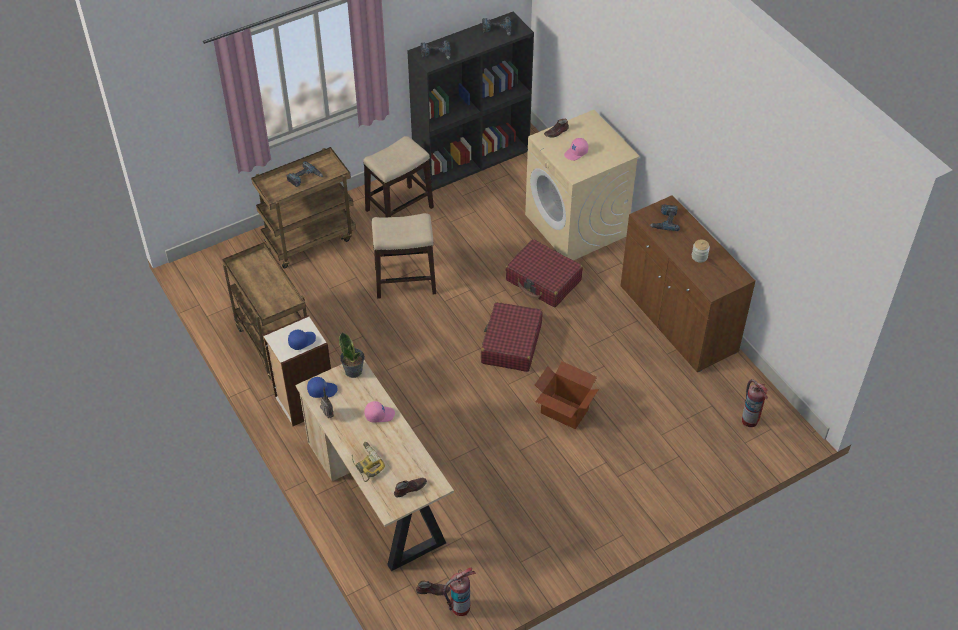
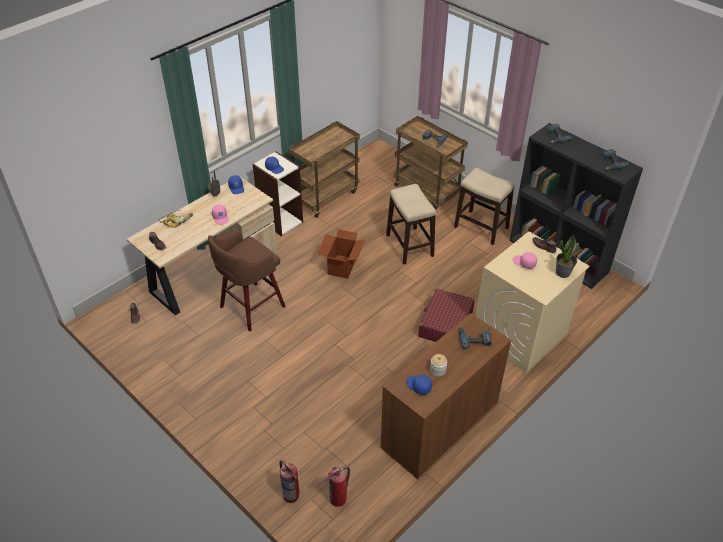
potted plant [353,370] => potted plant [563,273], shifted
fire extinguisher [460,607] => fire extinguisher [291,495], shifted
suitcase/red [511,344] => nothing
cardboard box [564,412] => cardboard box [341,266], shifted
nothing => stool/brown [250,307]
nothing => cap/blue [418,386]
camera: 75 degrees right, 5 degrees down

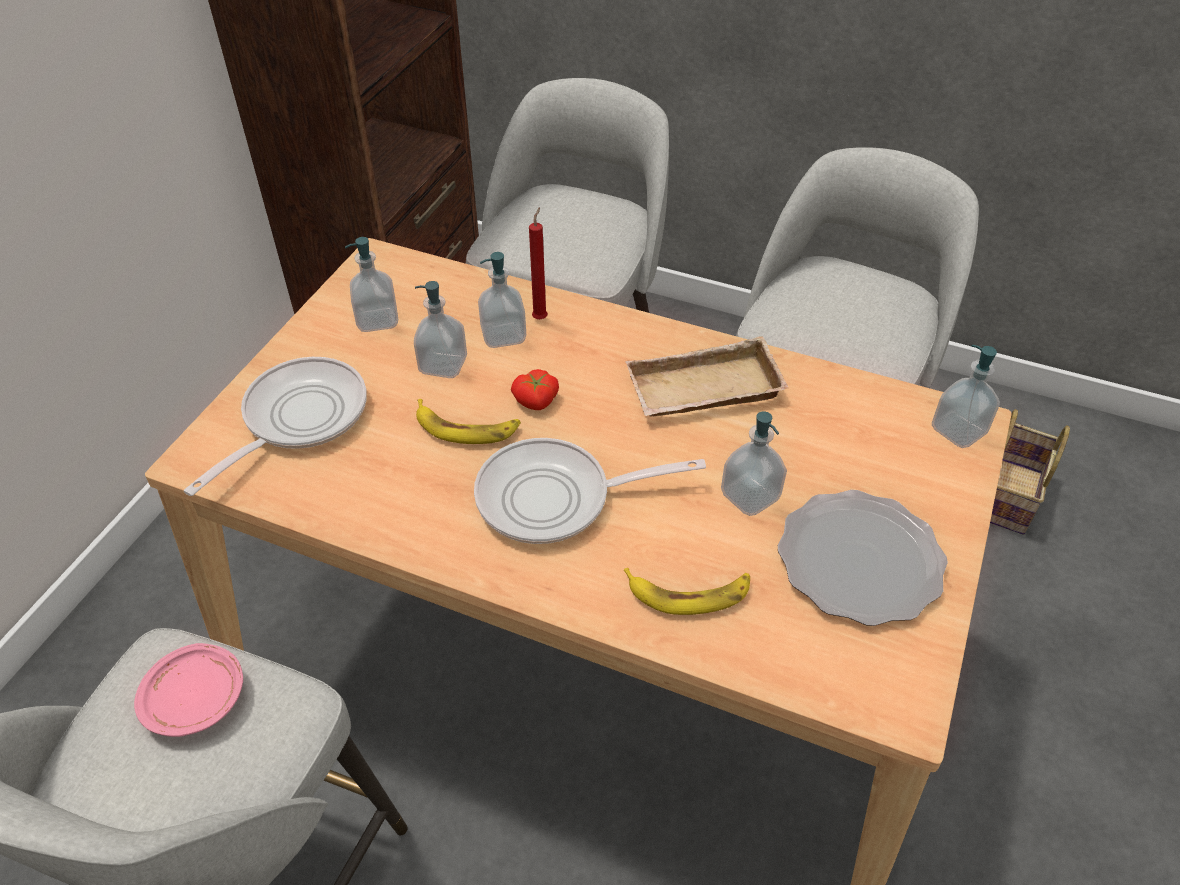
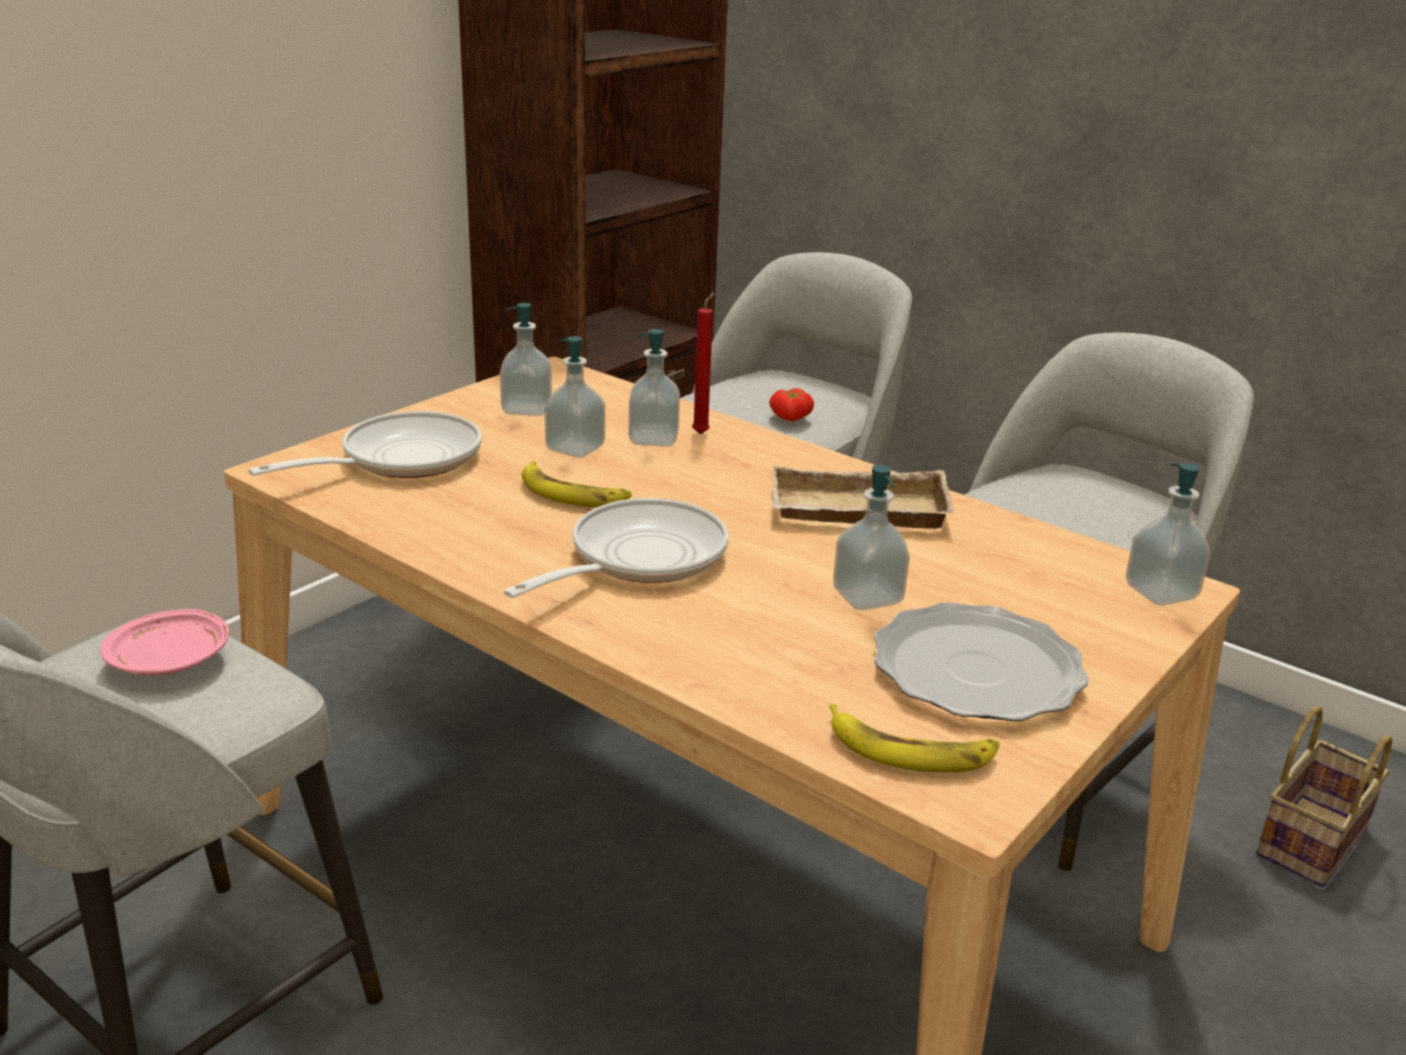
frying pan [555,498] => frying pan [638,559], 120 degrees clockwise
tomato [536,401] => tomato [790,418], shifted
banana [689,593] => banana [910,750], shifted
camera: 15 degrees right, 20 degrees down

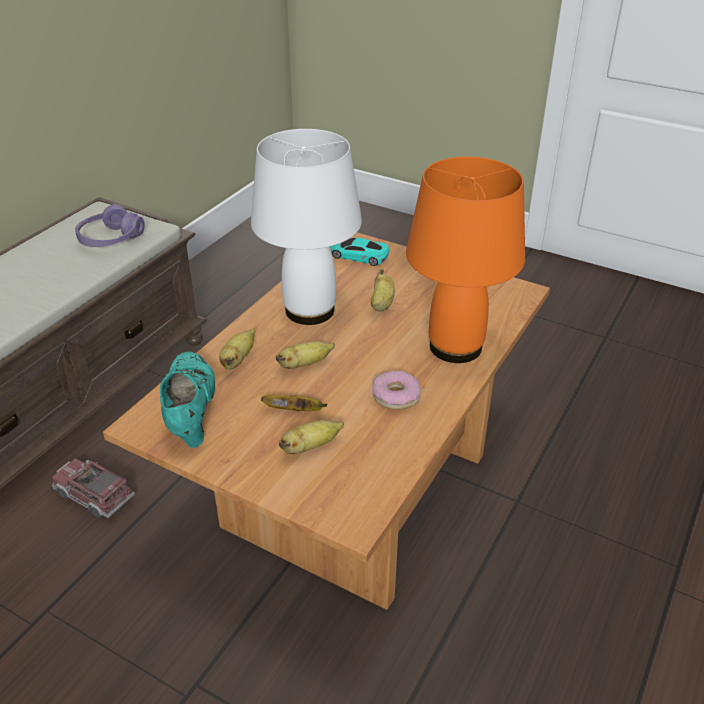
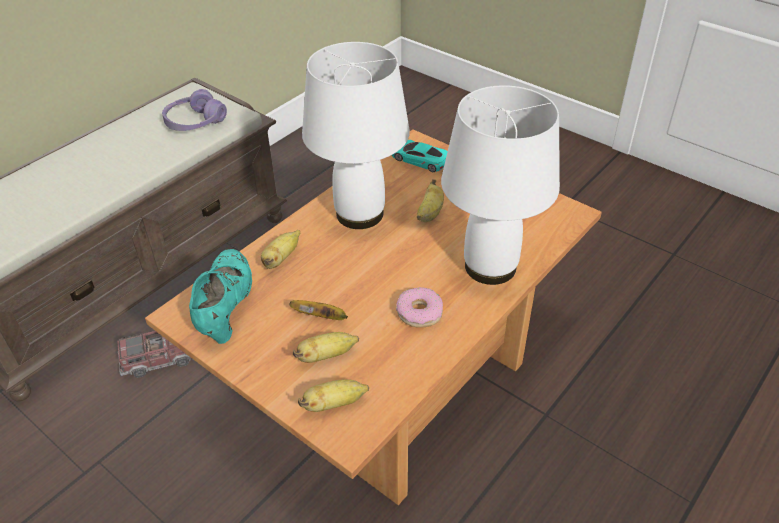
toy truck [94,496] => toy truck [158,359], 120 degrees clockwise
banana [304,364] => banana [334,404], shifted
table lamp/orange [456,348] => table lamp/white [490,268]
camera: 10 degrees right, 5 degrees up

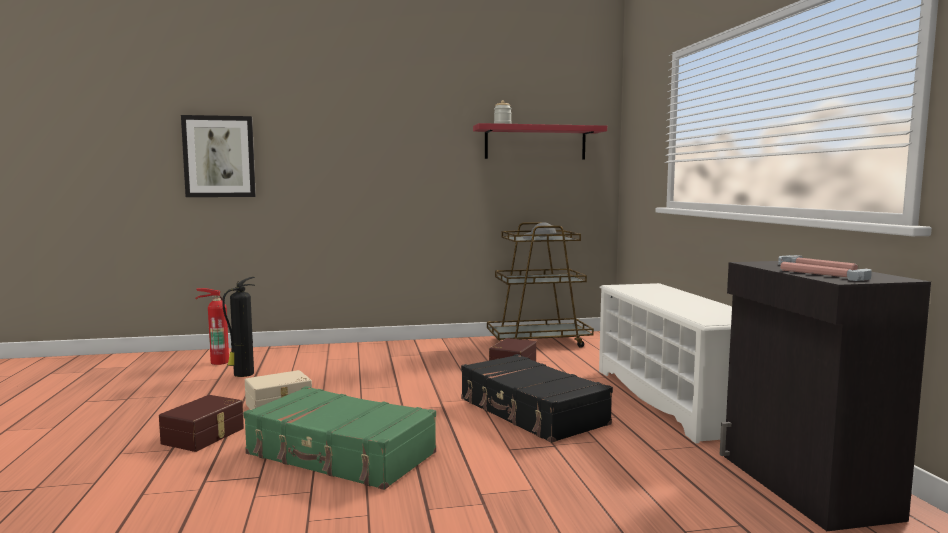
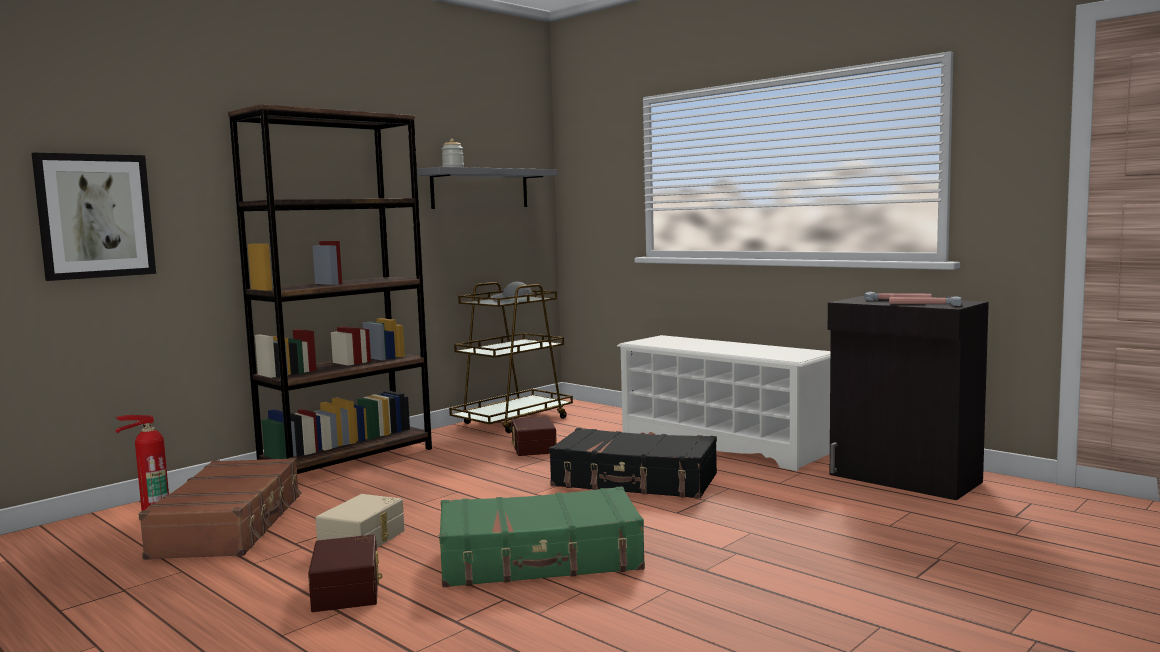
fire extinguisher [242,374] => suitcase/brown [230,526]
shelf/red [535,143] => shelf/grey [480,189]
nothing => bookcase/brown [348,460]
camera: 35 degrees left, 0 degrees up

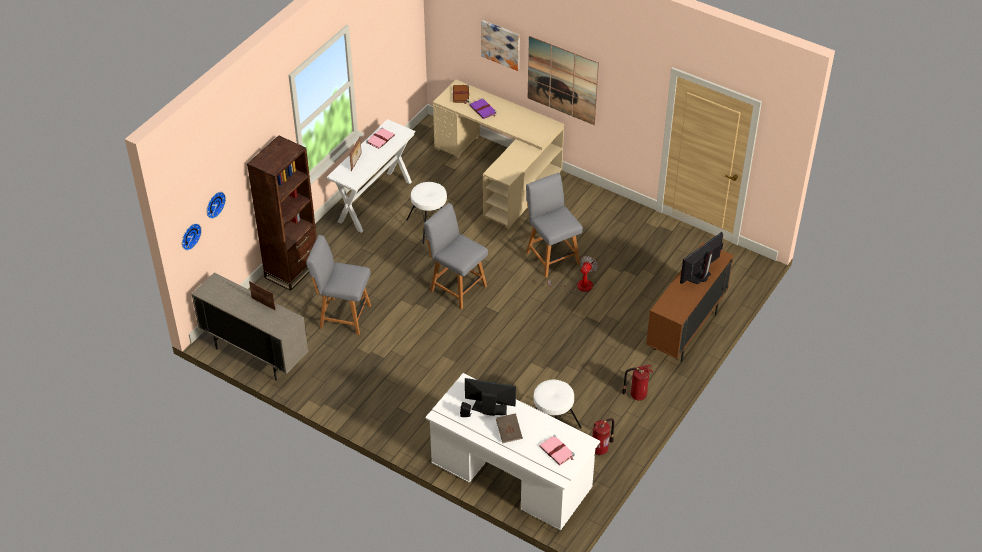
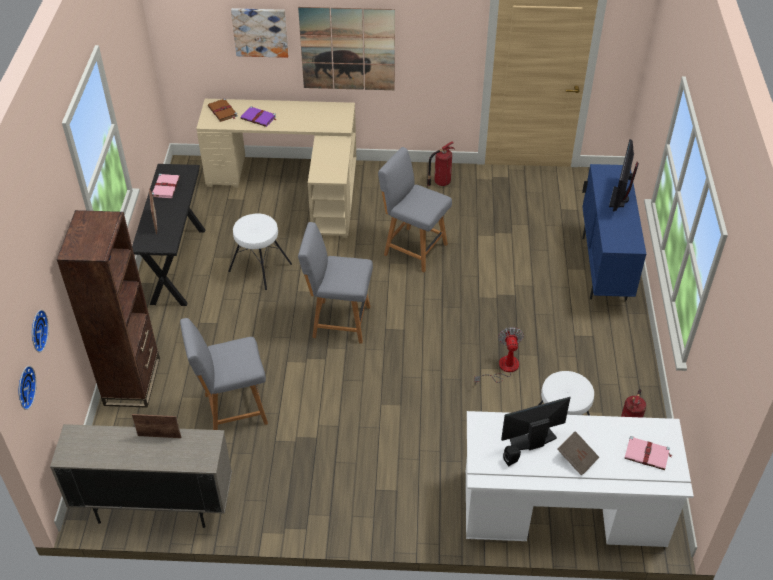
console table/white [375,201] => console table/black [178,265]
fan [578,286] => fan [503,368], shifted
fire extinguisher [637,395] => fire extinguisher [441,182], shifted
cabinet/brown [685,332] => cabinet/blue [603,268]
camera: 30 degrees left, 0 degrees up

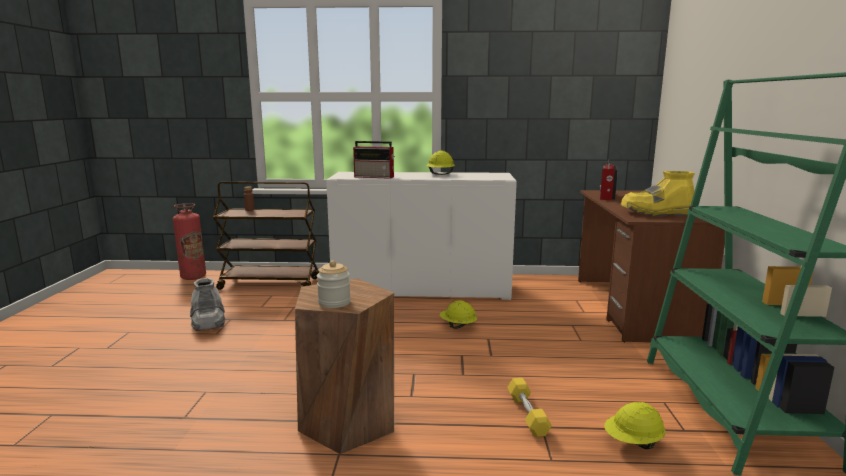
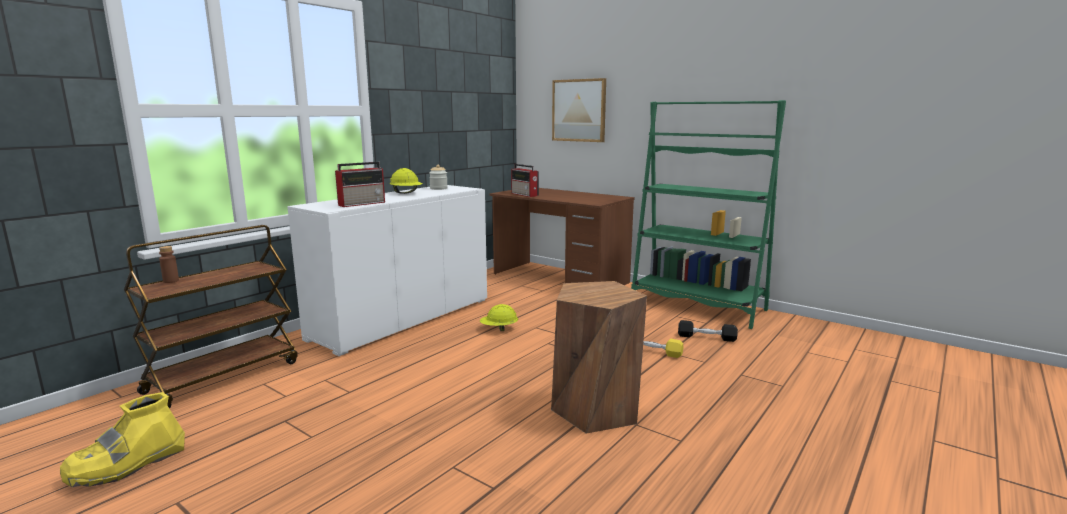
fire extinguisher [193,277] => nothing
boot/grey [208,322] => nothing
jar [334,302] => jar [438,188], shifted
hard hat/yellow [633,442] => dumbbell/black [706,337]
boot/yellow [657,213] => boot/yellow [127,465], shifted
nothing => picture [579,110]
camera: 55 degrees left, 0 degrees up

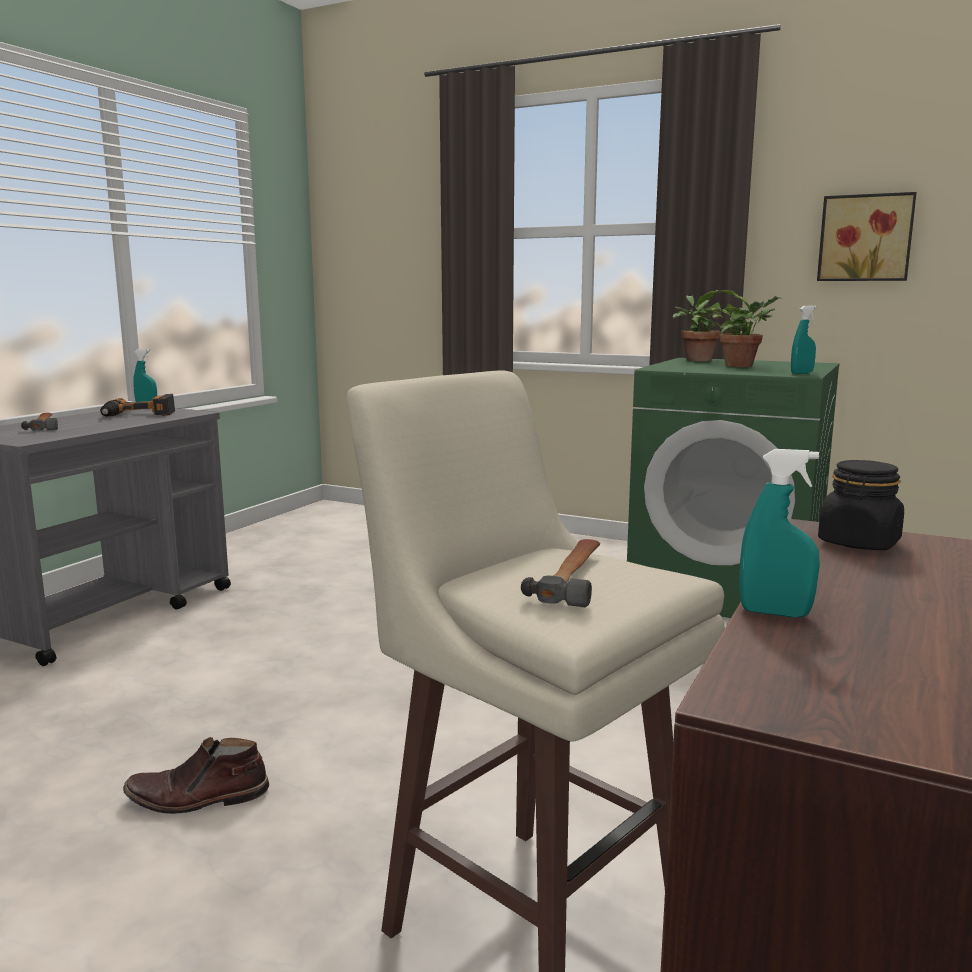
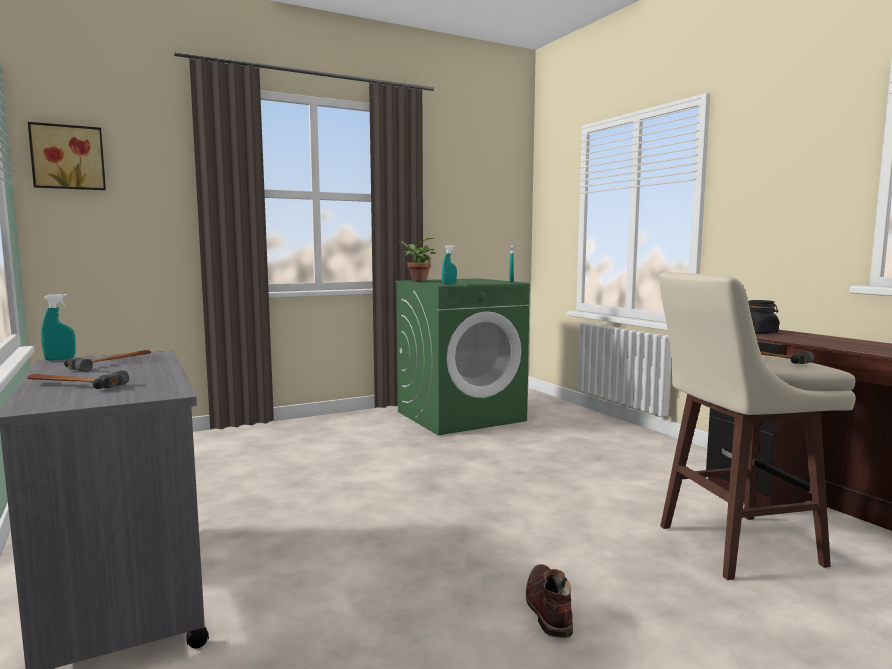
power drill [138,415] => hammer [112,363]
boot/brown [197,798] => boot/brown [547,608], 150 degrees clockwise
potted plant [742,366] => nothing
spray bottle/turquoise [774,613] => spray bottle/turquoise [449,284], shifted
picture [865,238] => picture [68,157], shifted
camera: 55 degrees left, 5 degrees down

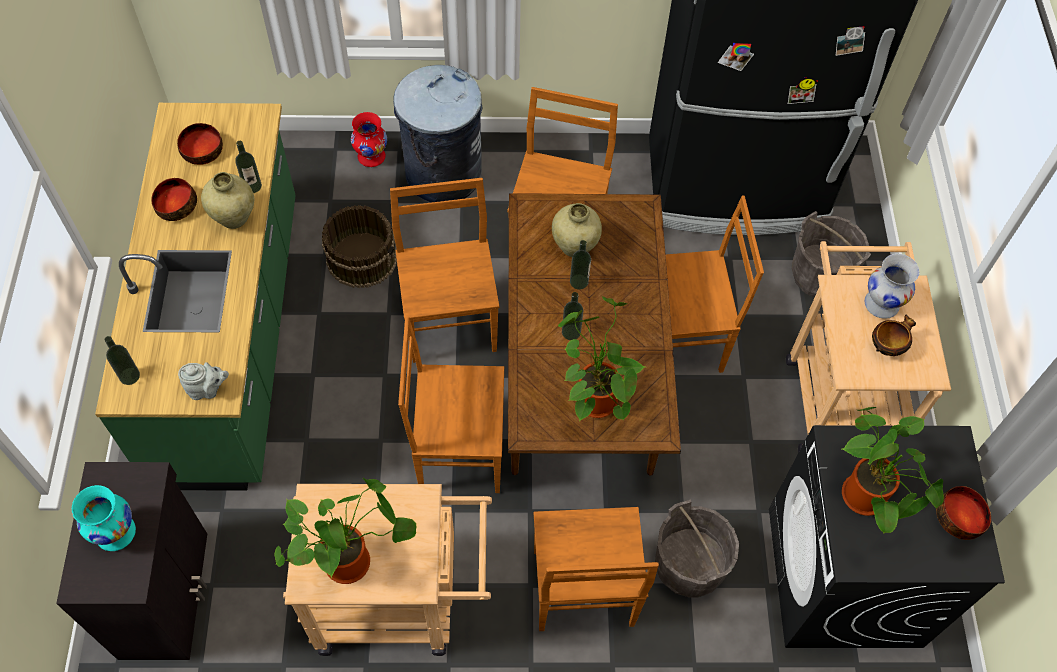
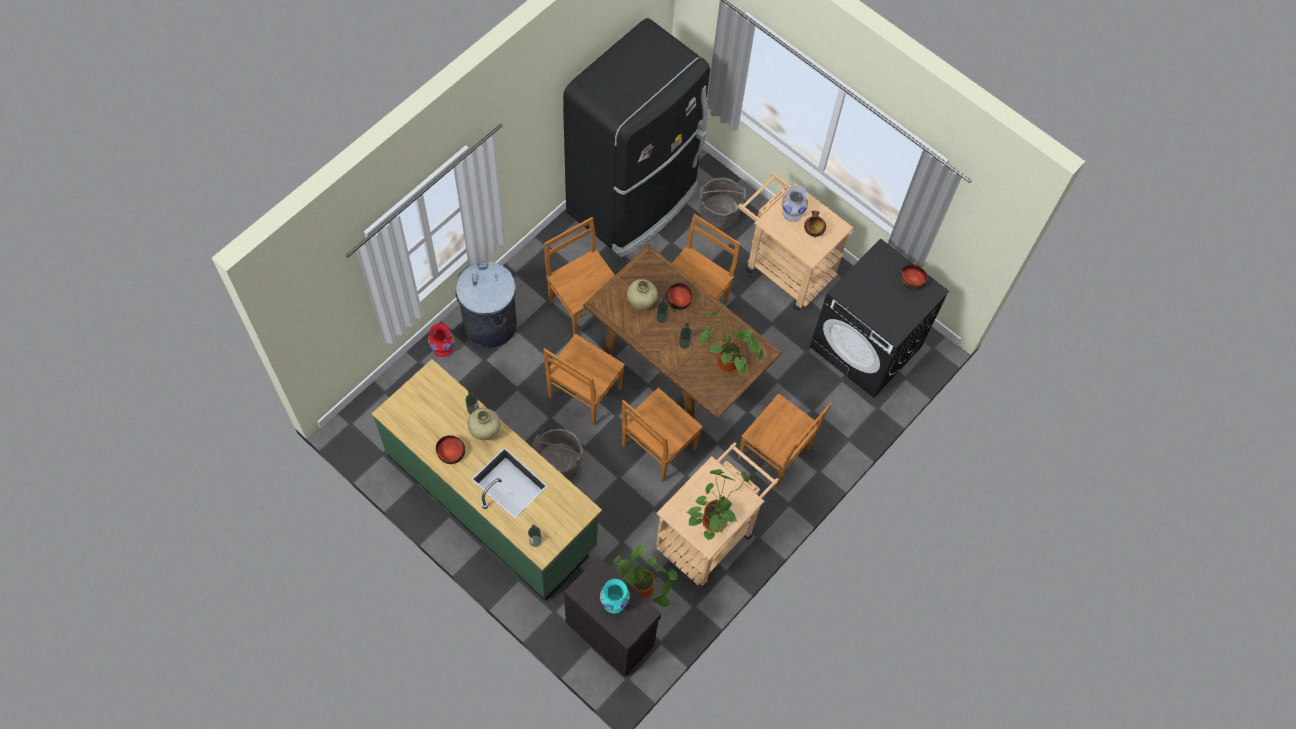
bowl [201,151] => bowl [678,299], shifted
teapot/grey [207,390] => nothing
bucket/brown [362,258] => nothing
chair/brown [450,322] => chair/brown [583,394], 90 degrees counterclockwise
bucket/grey [689,566] => bucket/grey [559,464], shifted
potted plant [867,500] => potted plant [645,588], shifted
camera: 50 degrees left, 5 degrees up

